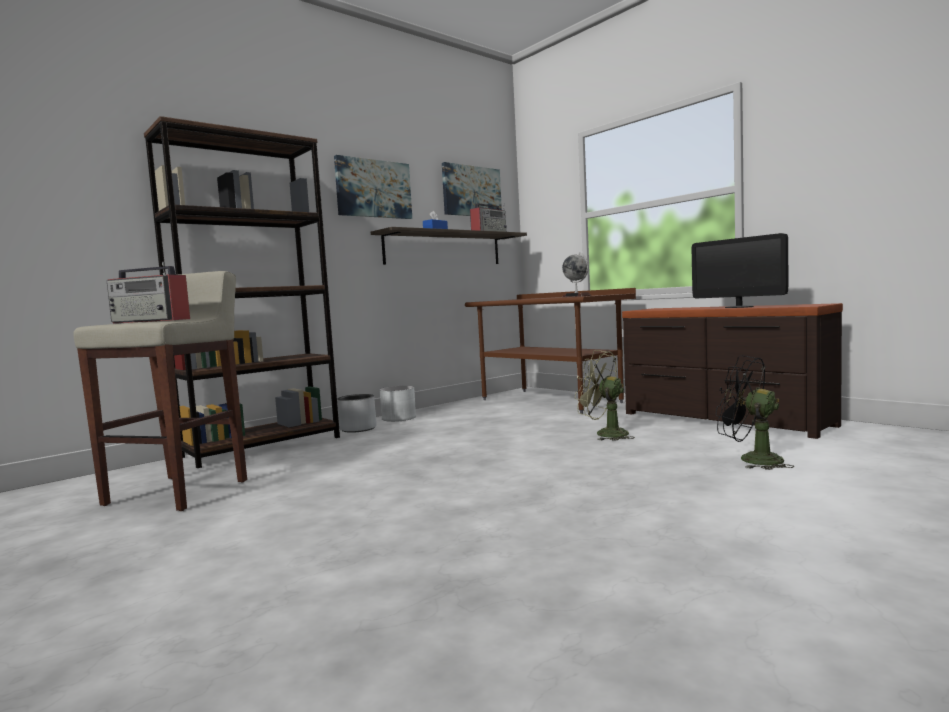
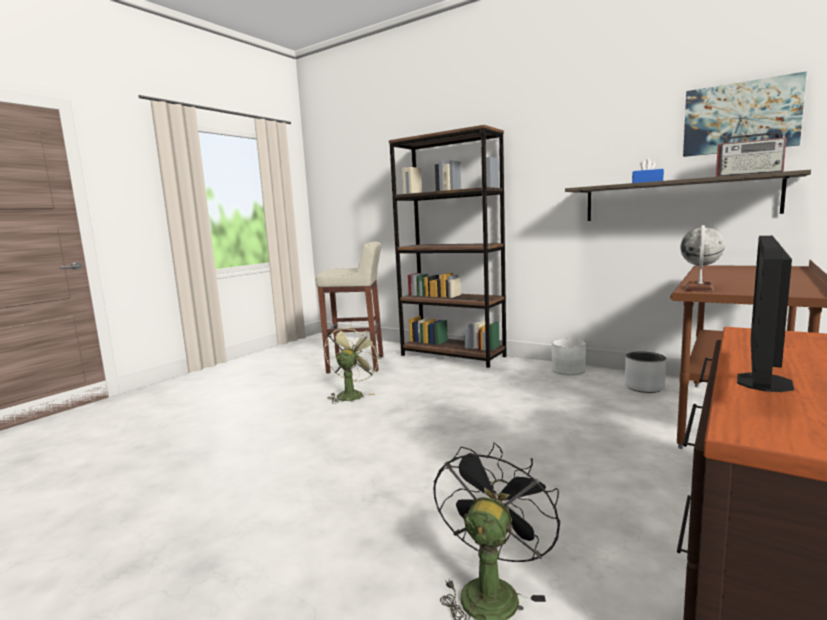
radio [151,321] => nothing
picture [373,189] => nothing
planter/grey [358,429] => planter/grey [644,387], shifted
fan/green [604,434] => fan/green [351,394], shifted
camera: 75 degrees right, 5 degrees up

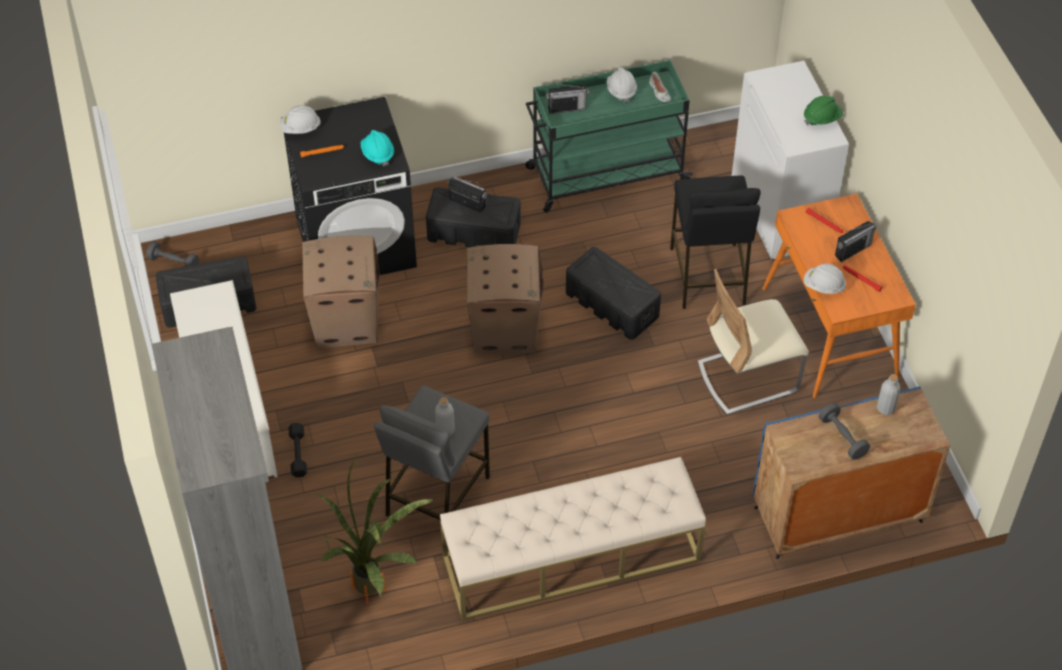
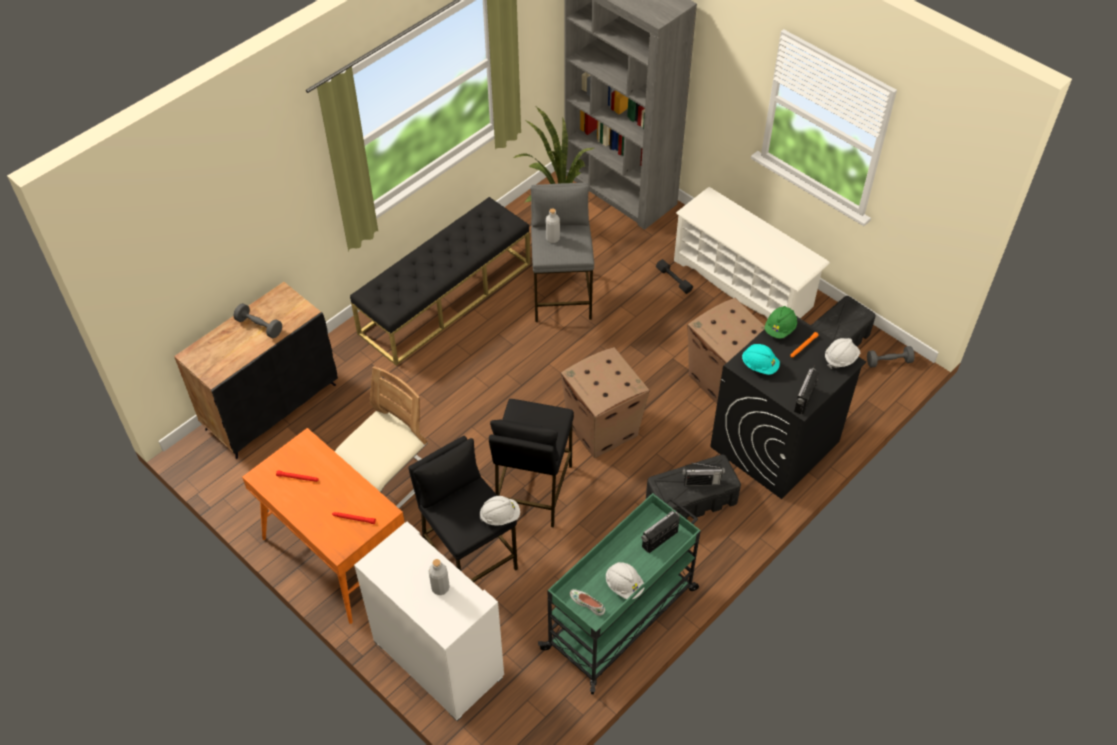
bench/beige [571,558] => bench/black [446,298]
storage box/black [612,305] => stool/black [532,490]
cabinet/blue [837,515] => cabinet/black [271,406]
hard hat/green [822,118] => hard hat/green [780,329], shifted
hard hat/white [823,286] => hard hat/white [500,516], shifted
radio [853,250] => radio [804,399], shifted
bottle/grey [885,408] => bottle/grey [440,588], shifted
camera: 150 degrees right, 0 degrees up

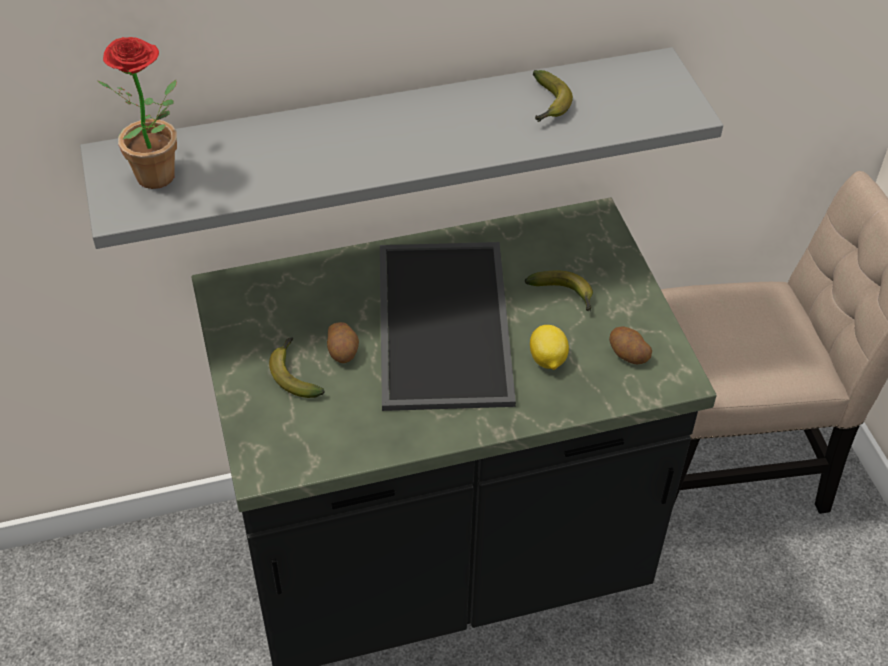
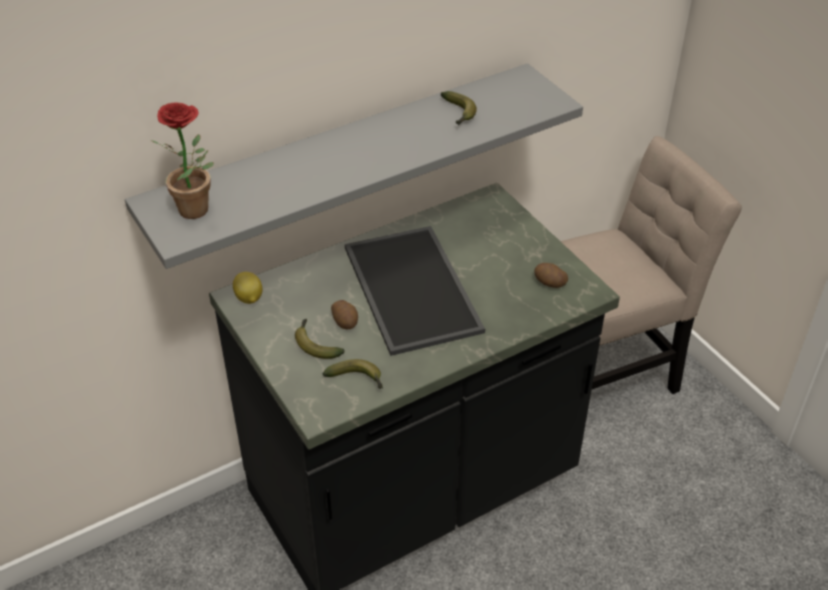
banana [564,295] => banana [358,379], shifted
lemon [547,360] => lemon [249,298], shifted
camera: 15 degrees left, 5 degrees down

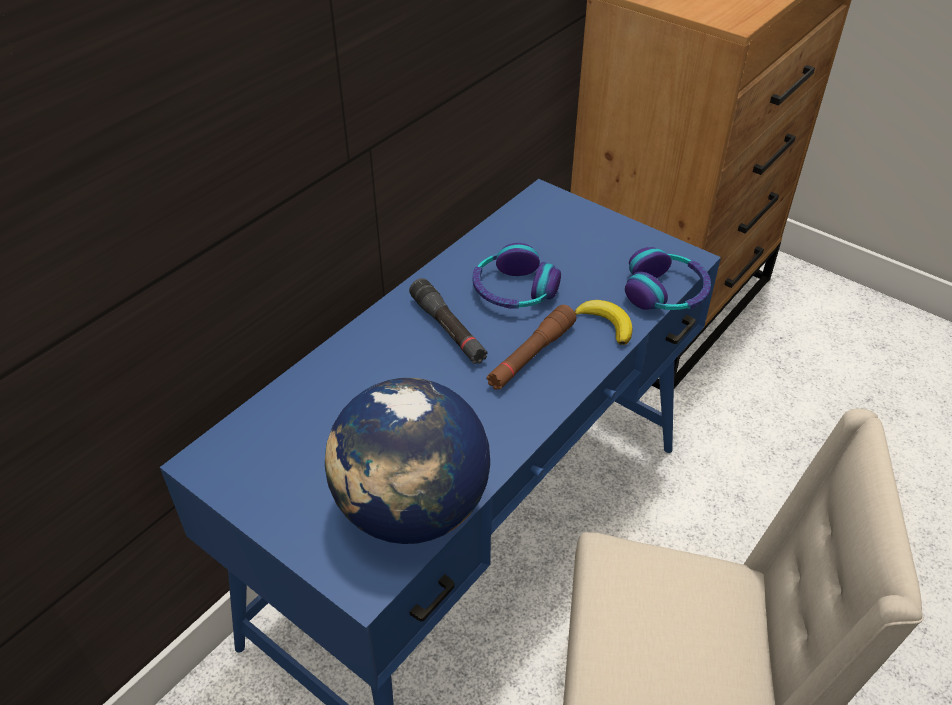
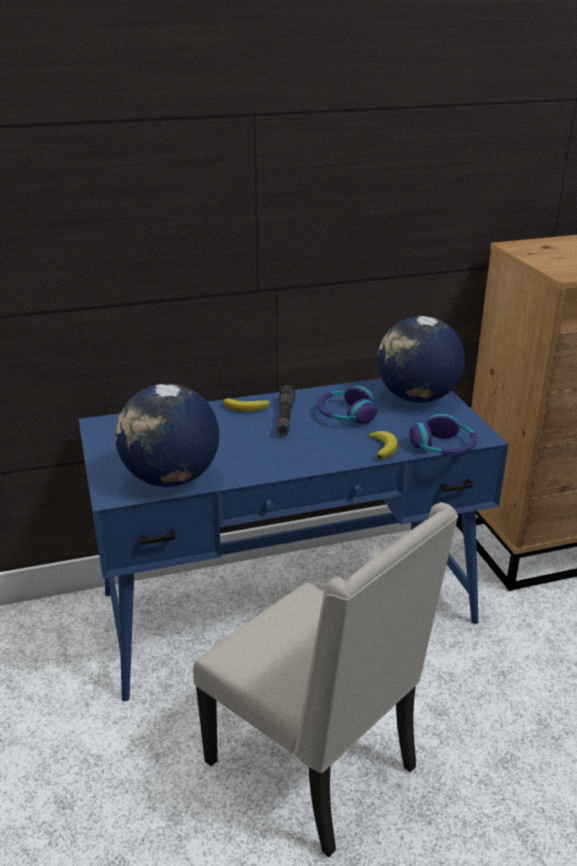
flashlight/brown [531,355] => nothing
nothing => banana [247,408]
nothing => globe [416,398]
camera: 35 degrees right, 15 degrees down

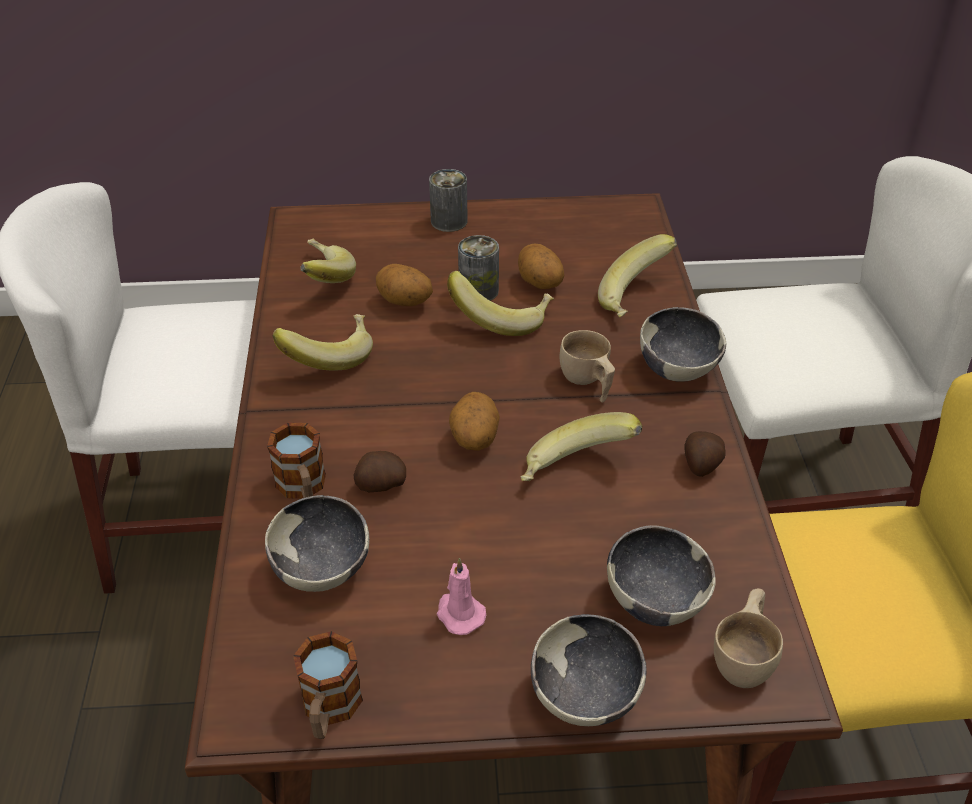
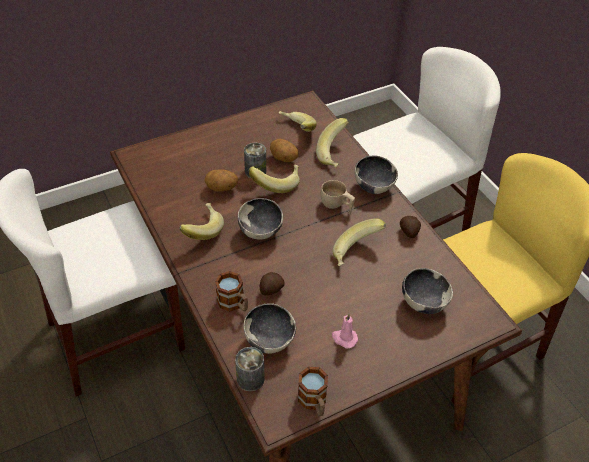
banana [321,279] => banana [295,130], shifted
can [449,221] => can [250,379], shifted
potato [474,439] => nothing
bowl [585,696] => bowl [261,231], shifted
cup/beige [745,657] => nothing
camera: 25 degrees left, 5 degrees up

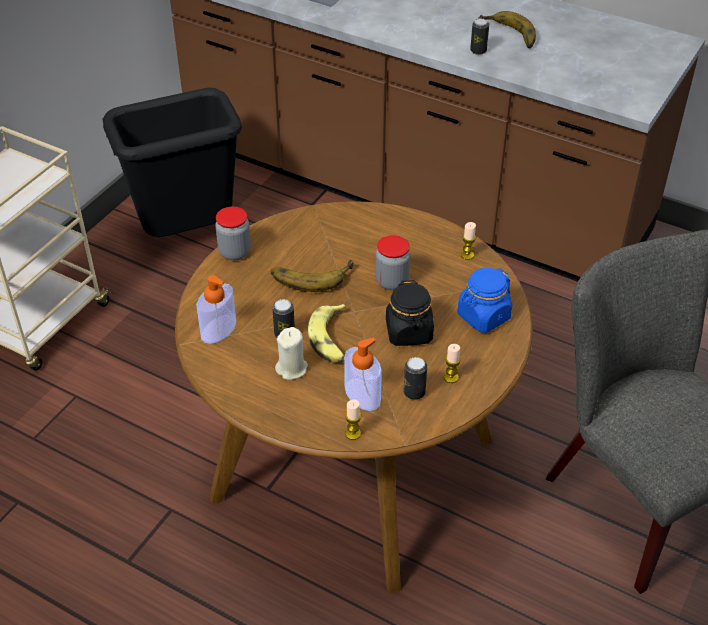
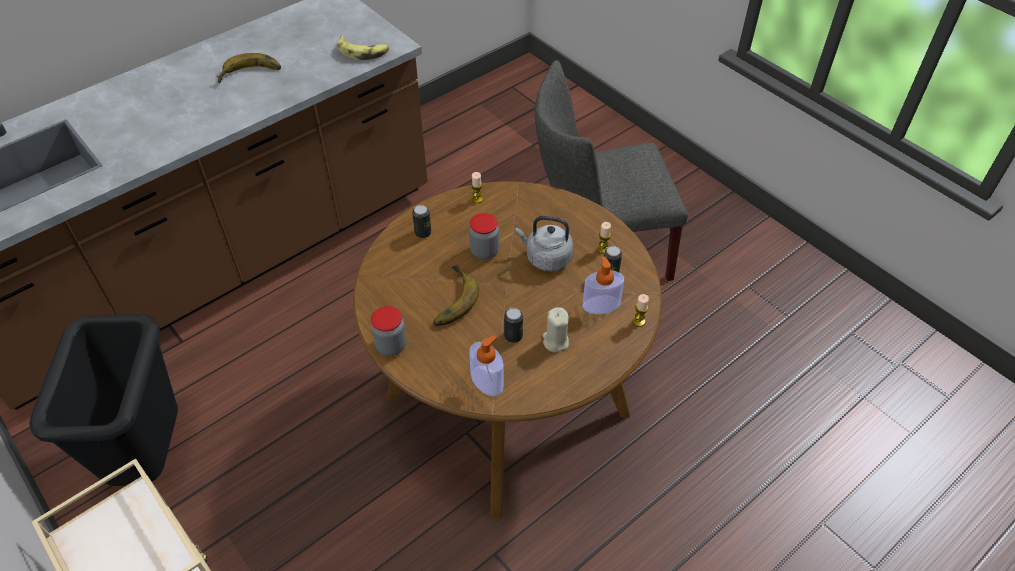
banana [331,340] => banana [363,52], shifted
jar/black [409,332] => kettle/grey [546,258]
jar/blue [483,316] => nothing
can [478,51] => can [423,233], shifted
camera: 70 degrees left, 5 degrees up

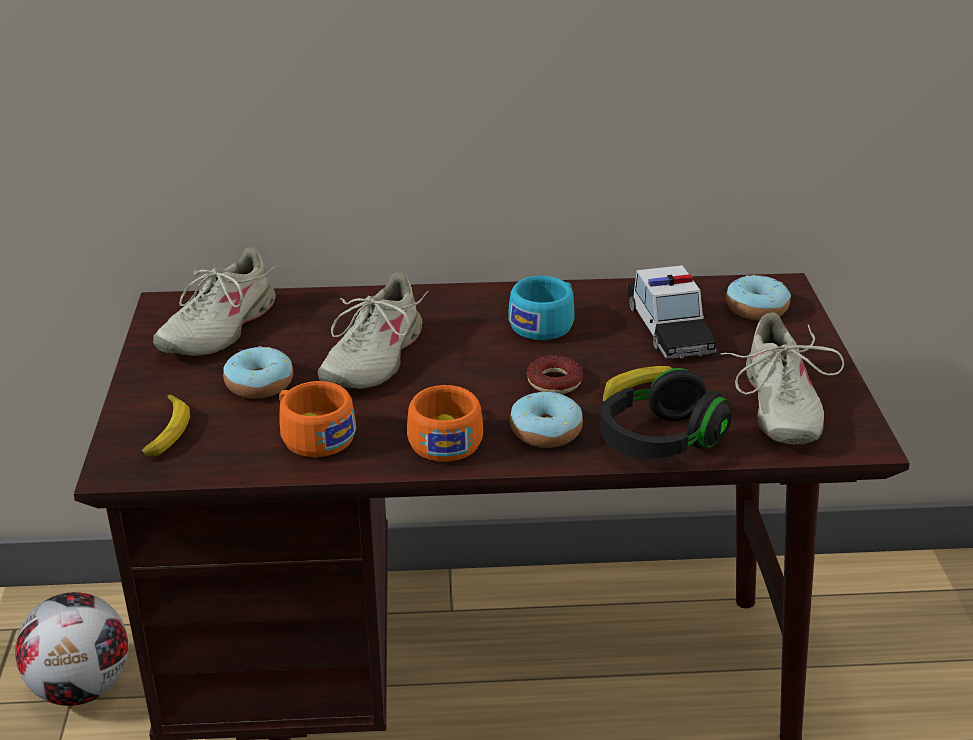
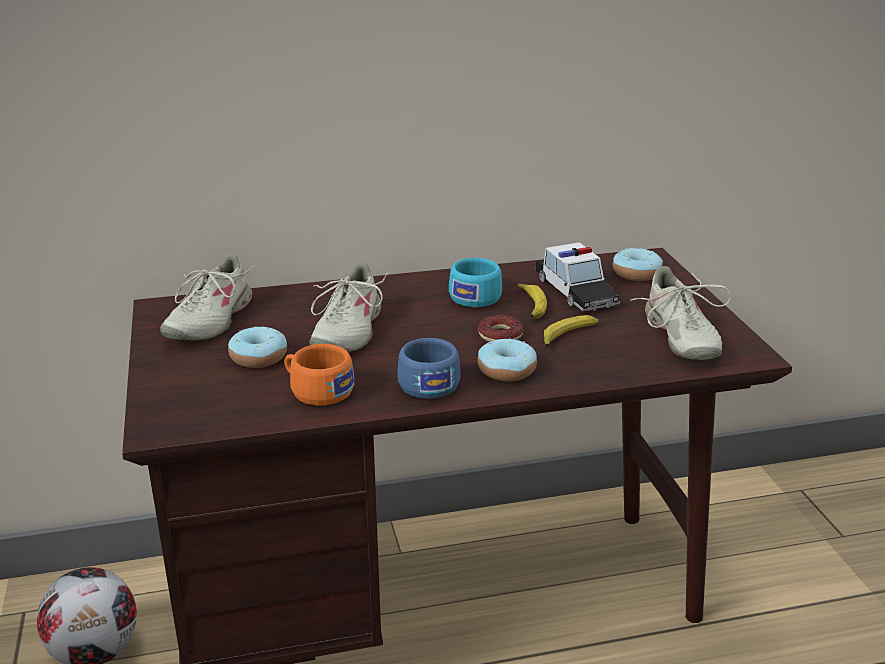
banana [165,432] => banana [530,306], shifted
cup/orange [444,438] => cup/blue [427,382]
headphones/black [660,441] => nothing
camera: 10 degrees left, 5 degrees down

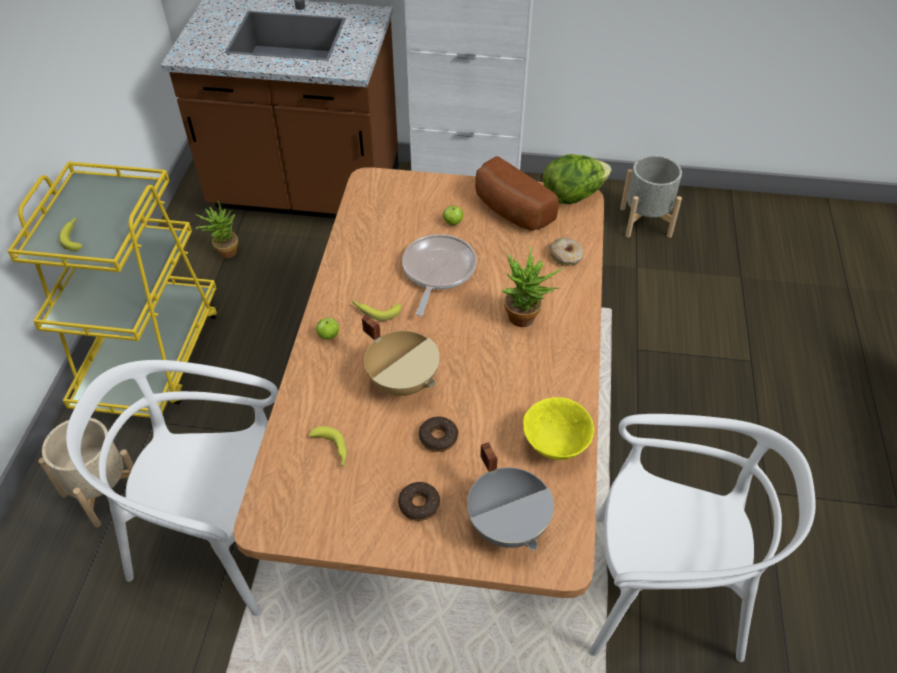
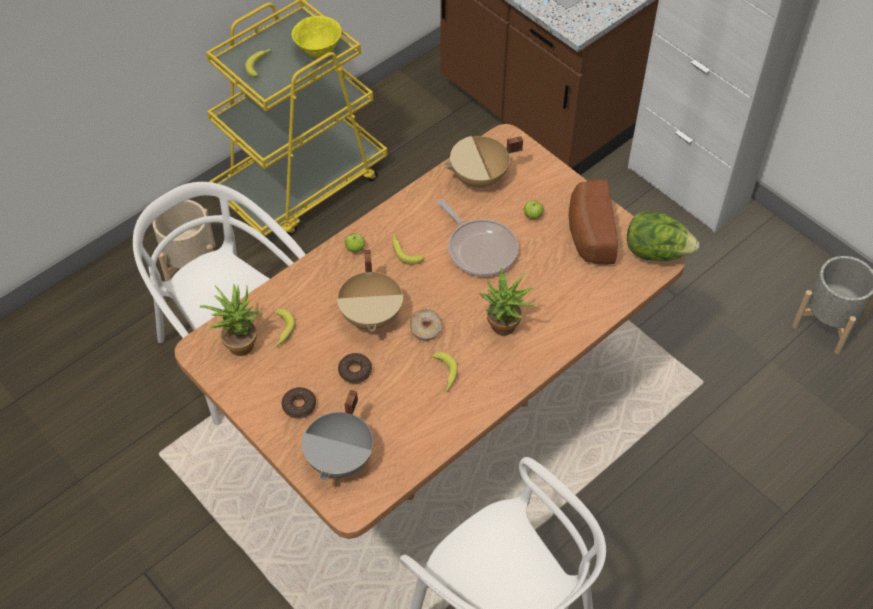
potted plant [224,251] => potted plant [238,342], shifted
frying pan [437,271] => frying pan [479,249], 90 degrees clockwise
bowl/yellow [555,446] => bowl/yellow [318,50], shifted
donut [566,256] => donut [426,329], shifted
nothing => banana [445,375]
nothing => cooking pot/beige [480,178]
camera: 40 degrees right, 5 degrees up

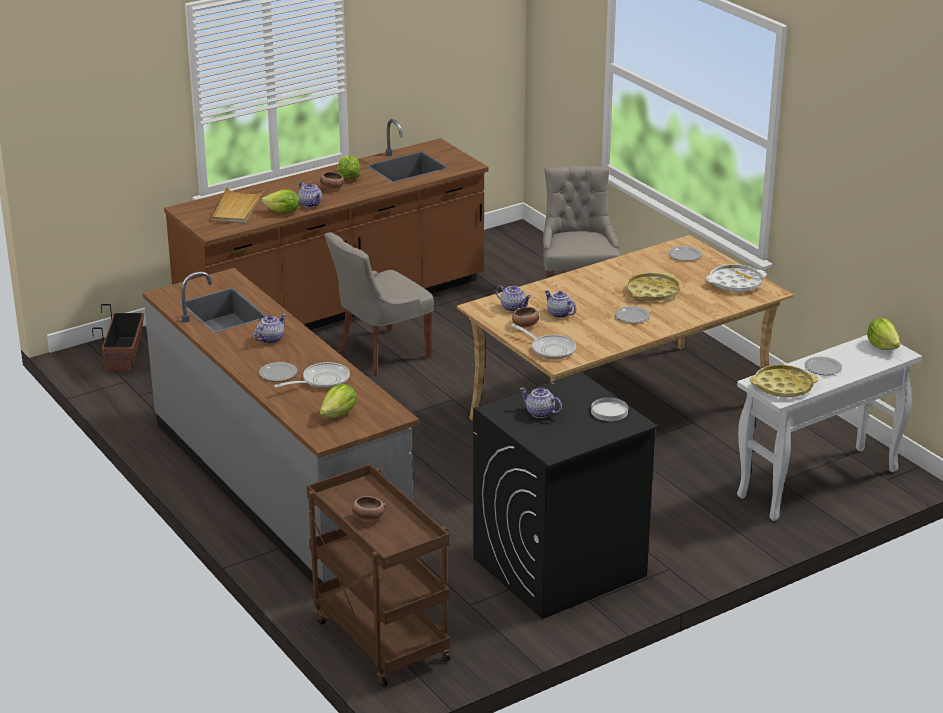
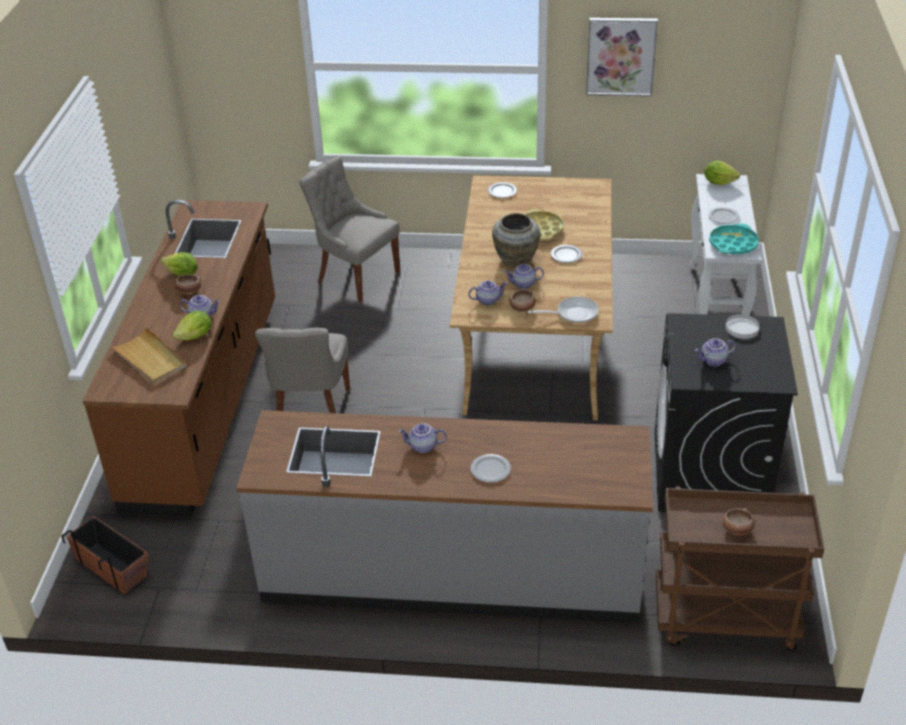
teapot [270,339] => teapot [422,447], 75 degrees counterclockwise
frying pan [322,381] => nothing
lettuce [339,414] => nothing
tray/white [735,283] => nothing
tray/yellow [783,386] => tray/turquoise [733,244]
nothing => vase/beige [515,260]
nothing => picture [621,56]
camera: 50 degrees left, 10 degrees up

